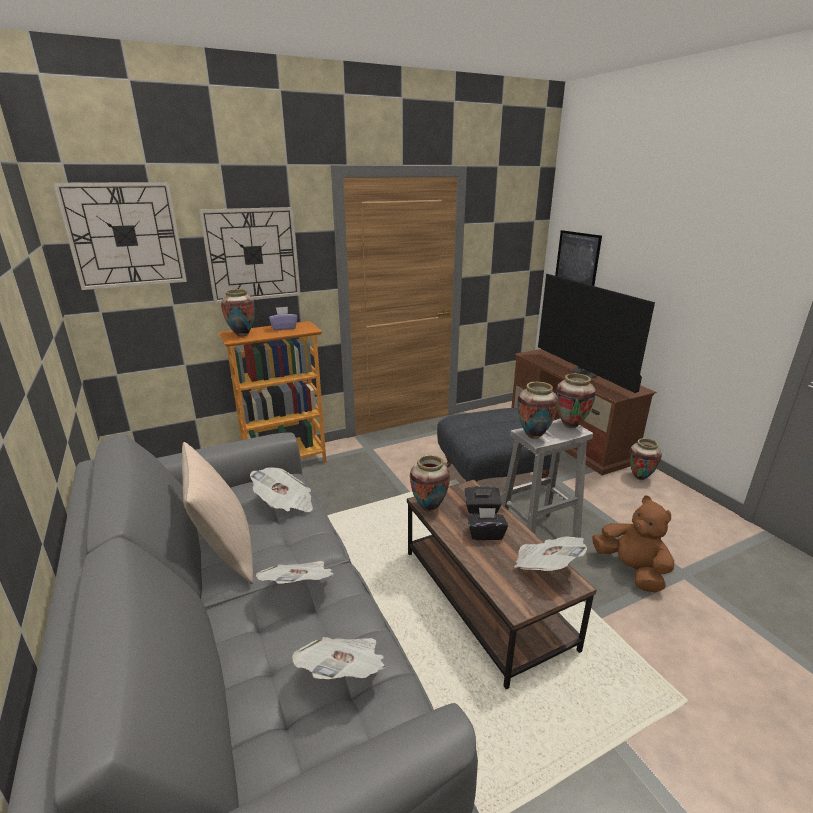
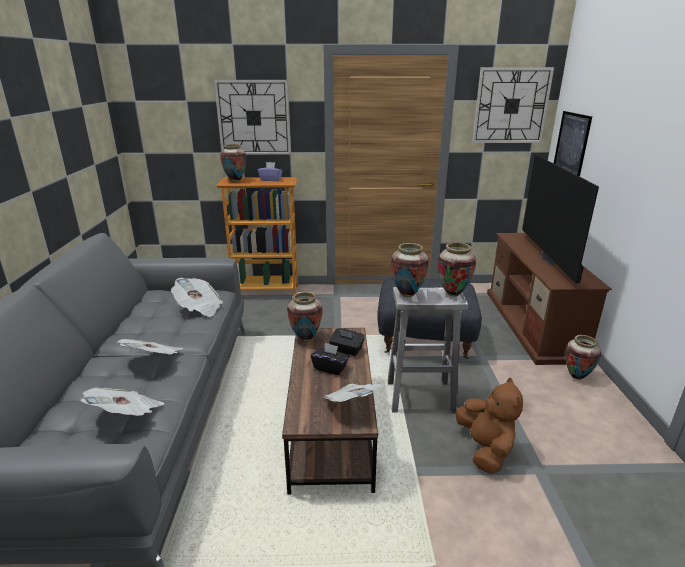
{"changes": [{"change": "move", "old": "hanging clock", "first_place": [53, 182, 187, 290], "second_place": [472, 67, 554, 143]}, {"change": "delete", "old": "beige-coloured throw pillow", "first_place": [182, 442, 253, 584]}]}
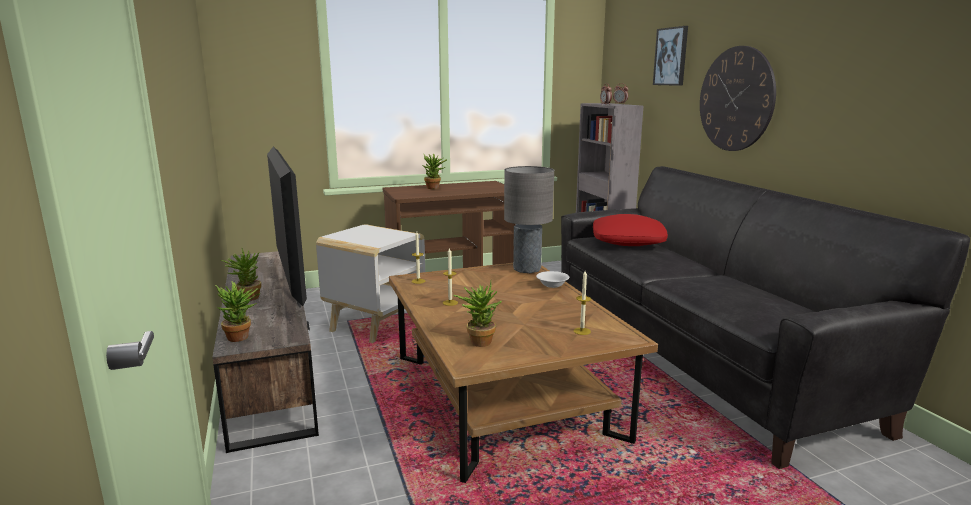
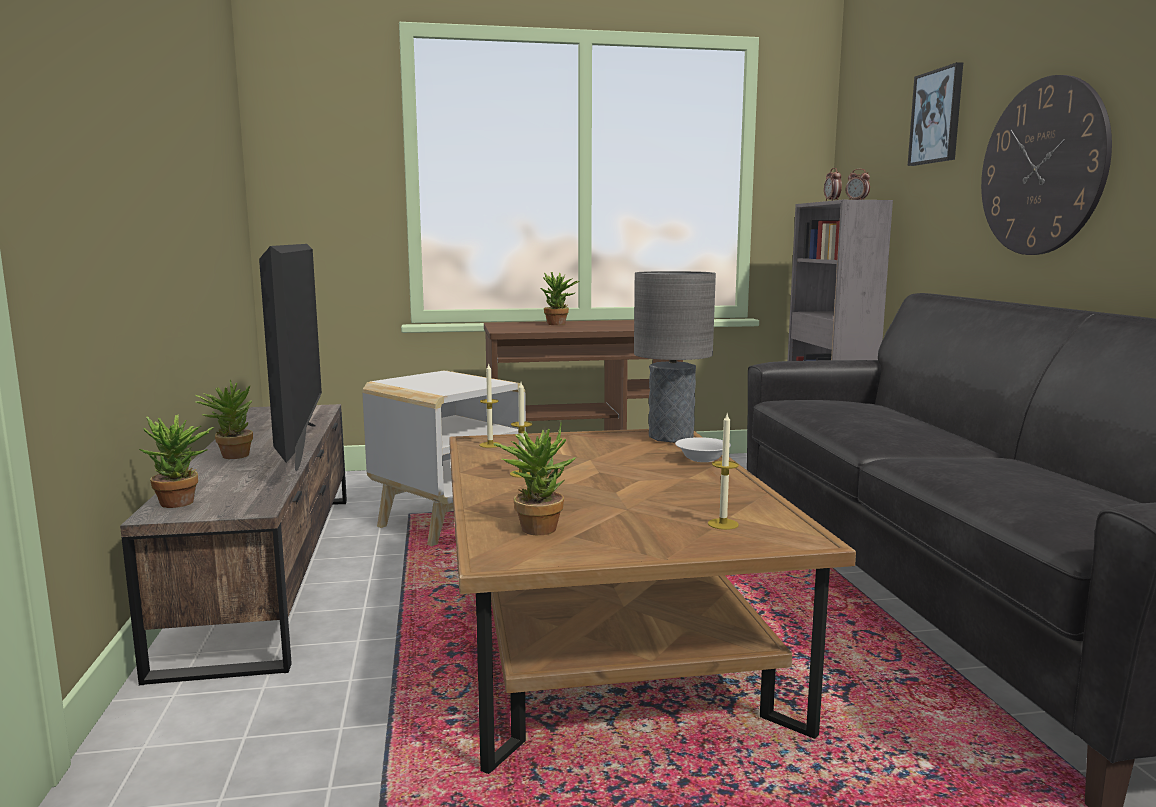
{"changes": [{"change": "delete", "old": "red-coloured throw pillow", "first_place": [593, 214, 668, 246]}]}
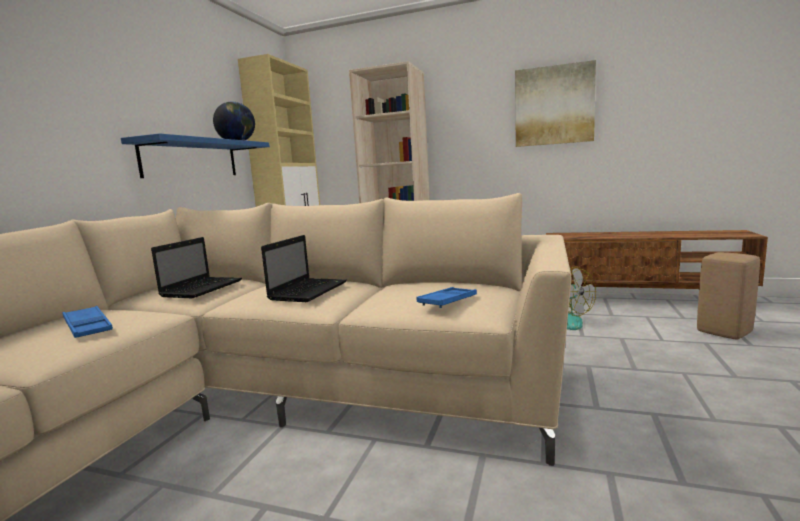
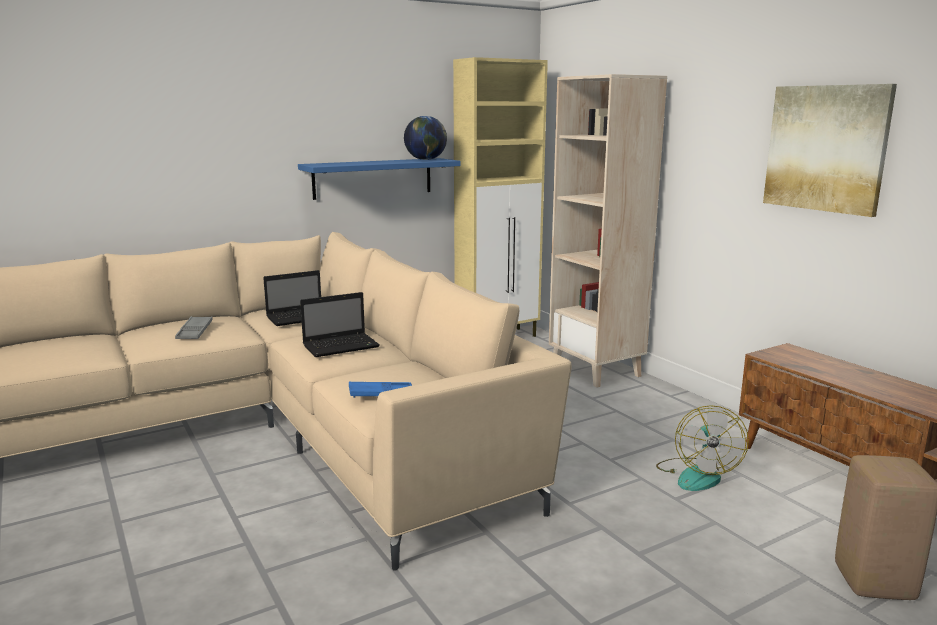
{"changes": [{"change": "recolor", "old": "blue-coloured serving tray", "new": "gray serving tray", "first_place": [63, 306, 113, 338], "second_place": [175, 316, 213, 339]}]}
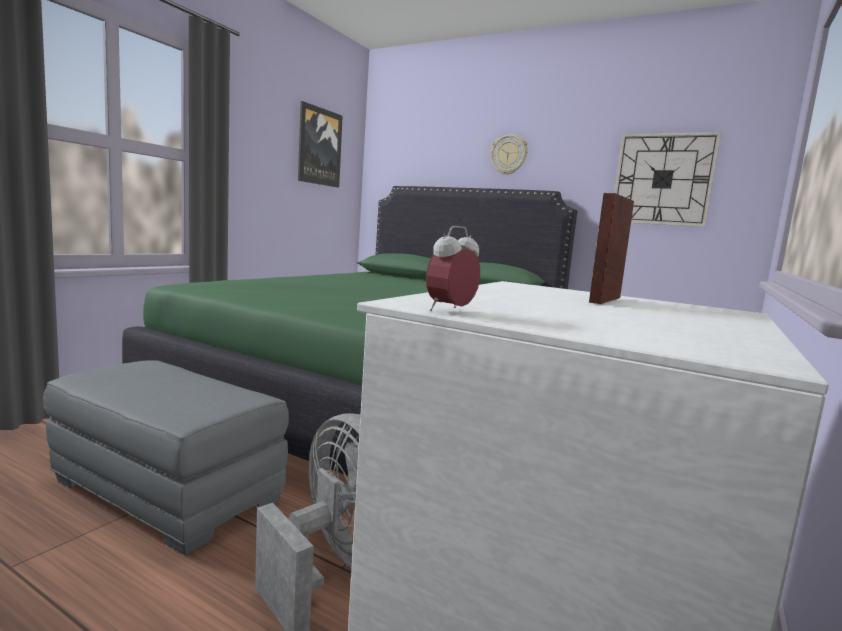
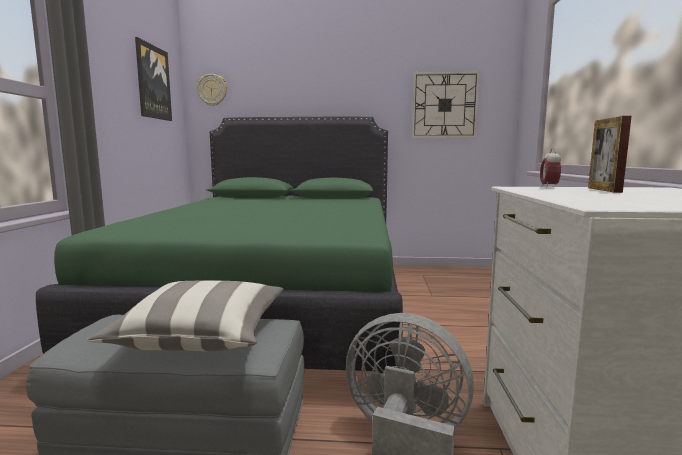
{"changes": [{"change": "move", "old": "hanging clock", "first_place": [491, 135, 528, 175], "second_place": [197, 74, 227, 106]}, {"change": "move", "old": "alarm clock", "first_place": [426, 226, 480, 311], "second_place": [540, 148, 561, 188]}, {"change": "insert", "new": "throw pillow", "second_place": [87, 281, 284, 351]}]}
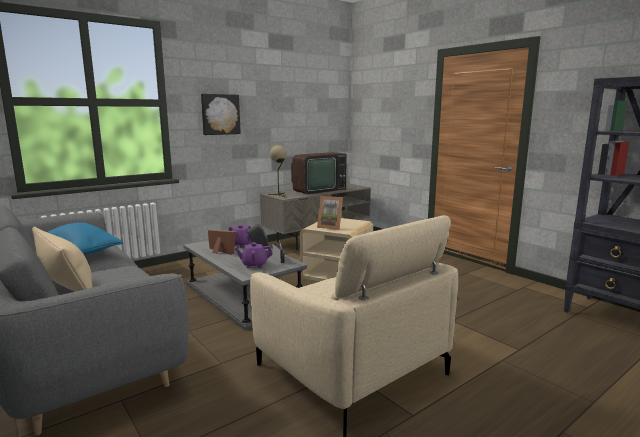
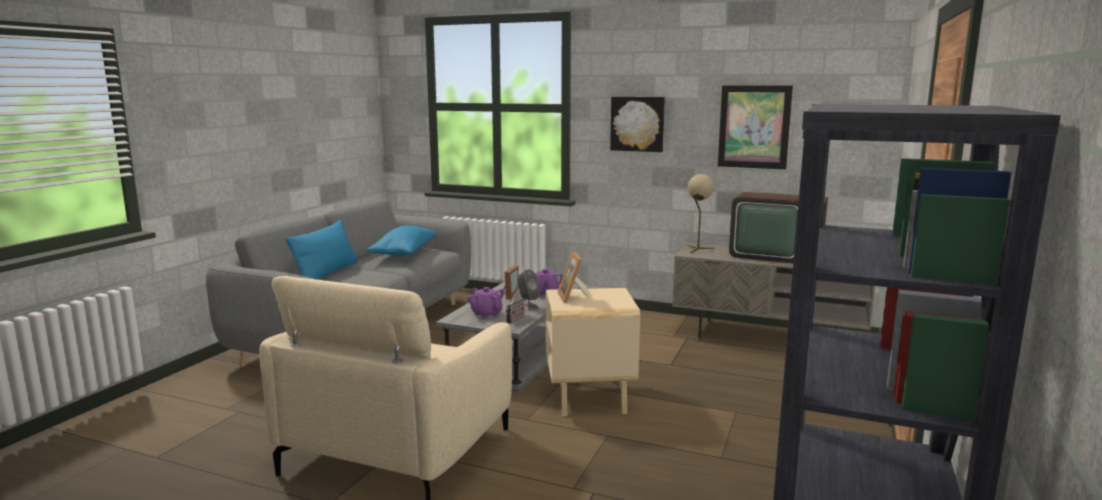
{"changes": [{"change": "recolor", "old": "beige-coloured throw pillow", "new": "blue-coloured throw pillow", "first_place": [32, 227, 93, 292], "second_place": [286, 220, 358, 280]}, {"change": "insert", "new": "picture", "second_place": [718, 85, 793, 169]}]}
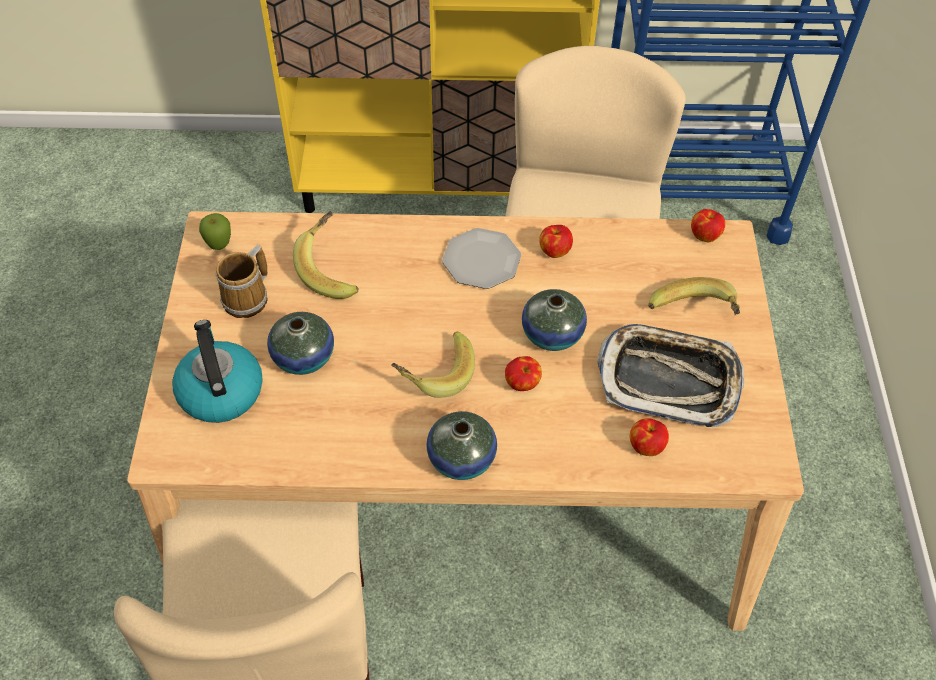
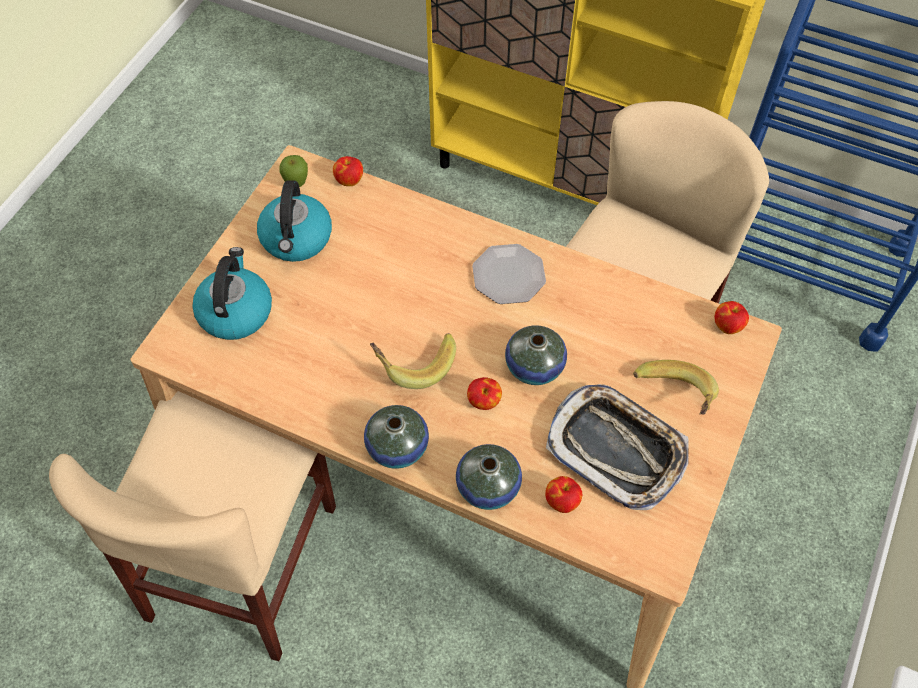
{"changes": [{"change": "delete", "old": "banana", "first_place": [293, 211, 359, 299]}, {"change": "move", "old": "apple fruit", "first_place": [539, 225, 573, 258], "second_place": [333, 156, 363, 186]}, {"change": "replace", "old": "mug", "new": "tea kettle", "first_place": [216, 245, 268, 318], "second_place": [257, 180, 332, 262]}, {"change": "move", "old": "flower vase", "first_place": [267, 312, 334, 375], "second_place": [456, 444, 522, 510]}]}
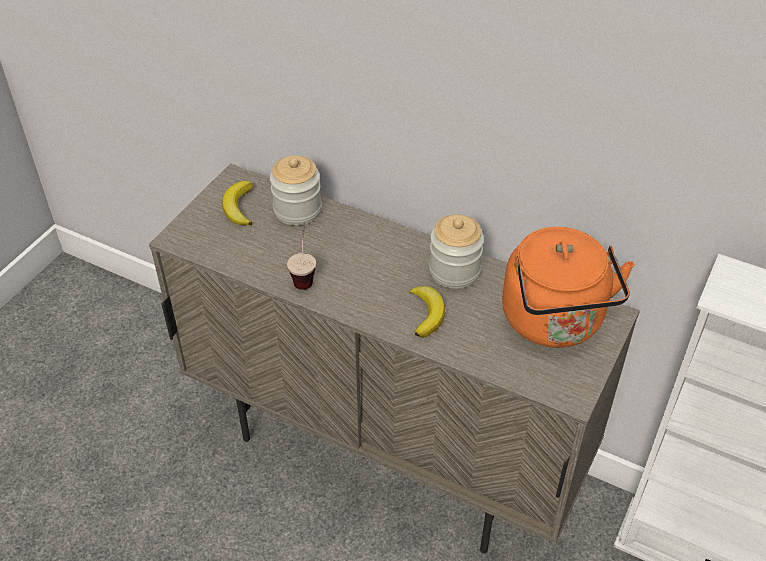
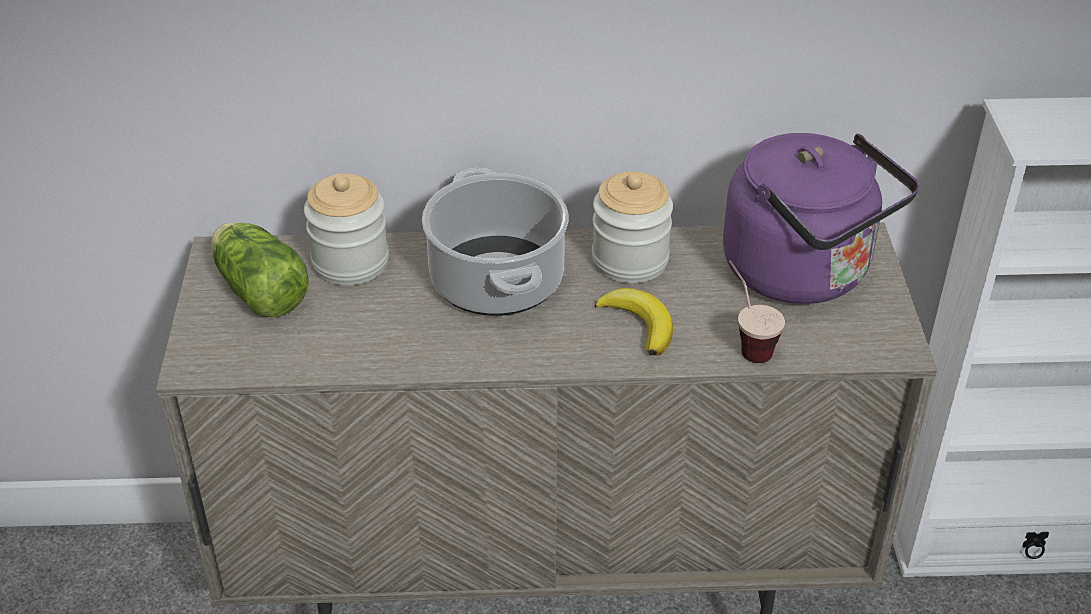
{"changes": [{"change": "replace", "old": "banana", "new": "lettuce head", "first_place": [222, 181, 253, 226], "second_place": [211, 222, 309, 317]}, {"change": "move", "old": "small cup", "first_place": [287, 222, 316, 290], "second_place": [729, 260, 785, 363]}, {"change": "recolor", "old": "orangey tea kettle", "new": "purple tea kettle", "first_place": [502, 227, 635, 348], "second_place": [723, 133, 919, 304]}, {"change": "insert", "new": "saucepot", "second_place": [422, 168, 568, 316]}]}
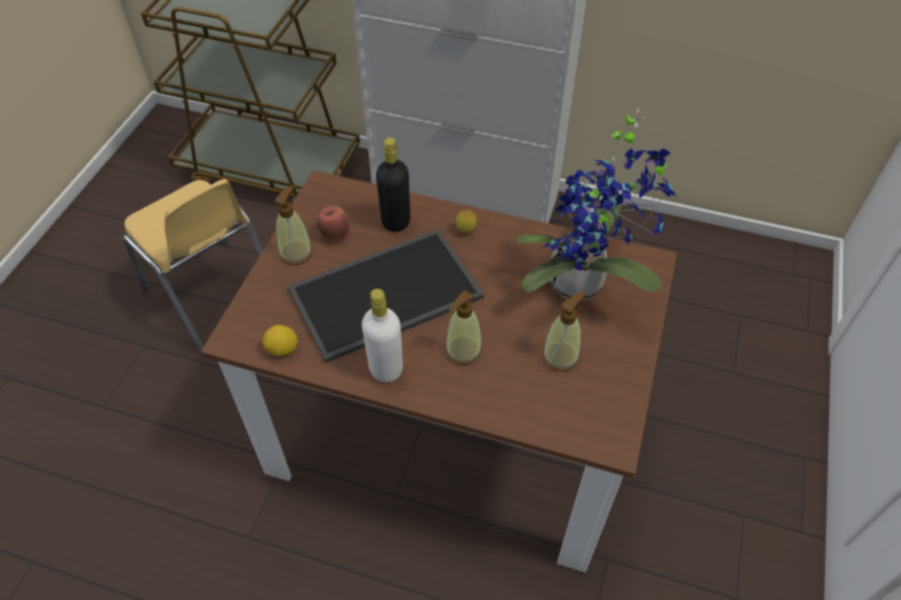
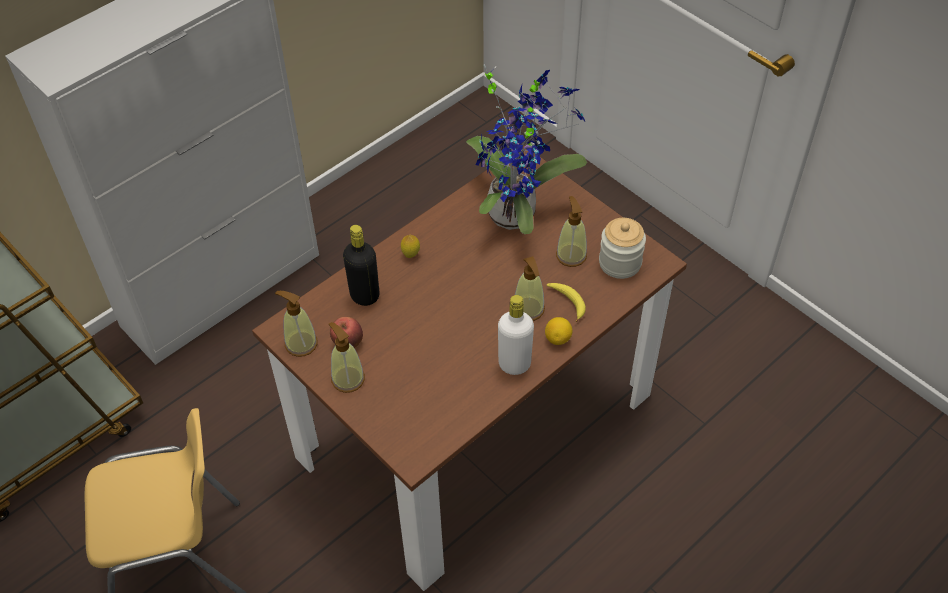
{"changes": [{"change": "delete", "old": "serving tray", "first_place": [287, 229, 484, 363]}, {"change": "move", "old": "citrus fruit", "first_place": [263, 325, 298, 356], "second_place": [545, 317, 572, 345]}, {"change": "insert", "new": "storage jar", "second_place": [599, 218, 646, 279]}, {"change": "insert", "new": "banana", "second_place": [547, 283, 586, 322]}, {"change": "insert", "new": "soap bottle", "second_place": [275, 291, 318, 357]}]}
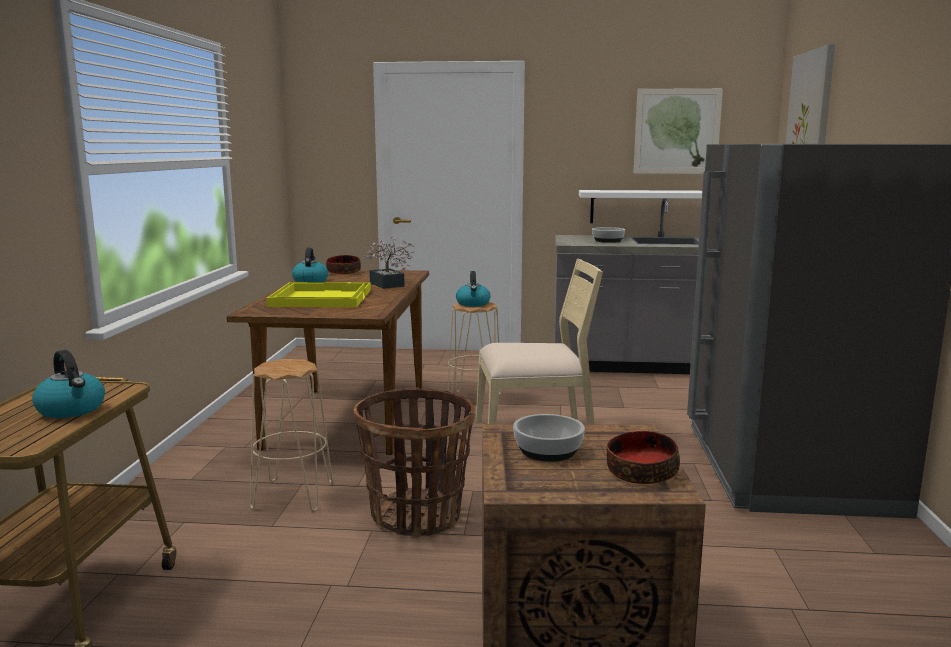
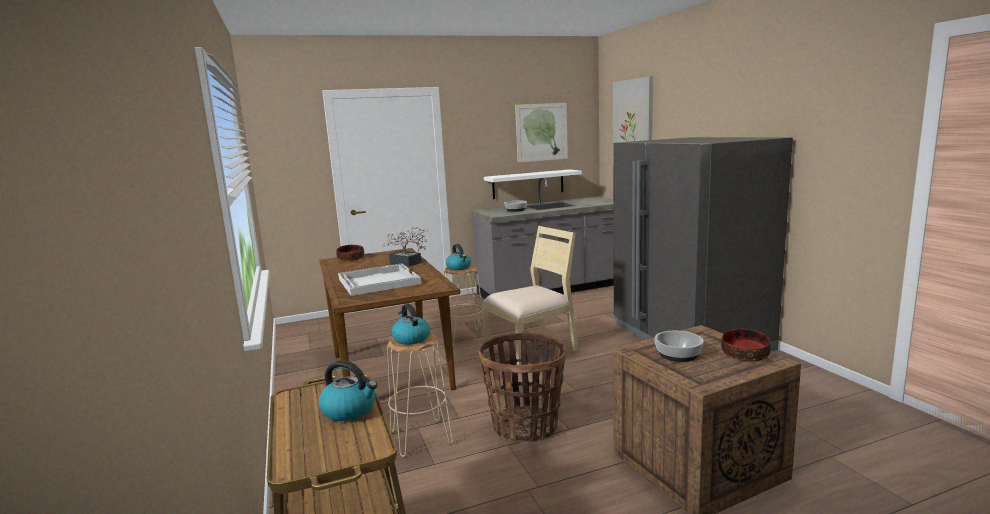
{"changes": [{"change": "move", "old": "tea kettle", "first_place": [292, 248, 328, 282], "second_place": [392, 304, 430, 345]}, {"change": "recolor", "old": "yellowish serving tray", "new": "white serving tray", "first_place": [266, 282, 371, 307], "second_place": [338, 264, 421, 296]}]}
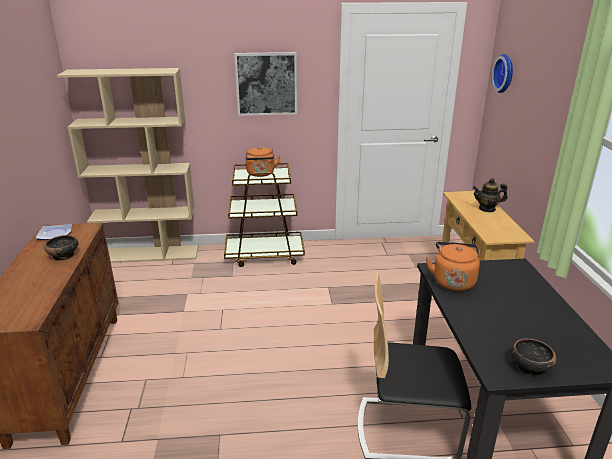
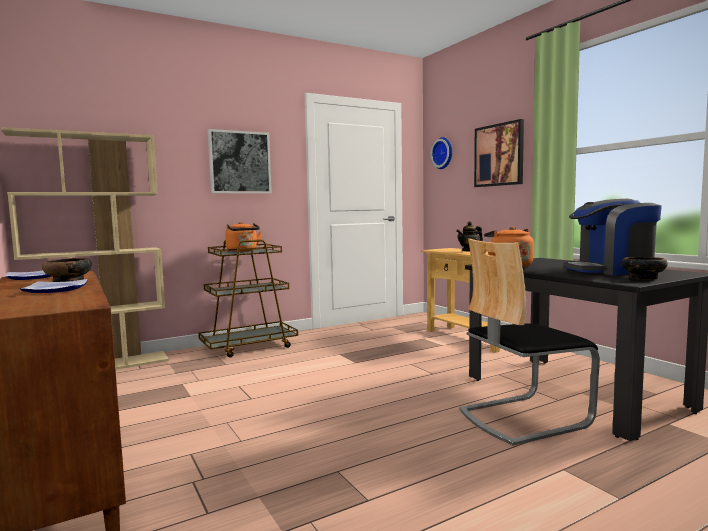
{"changes": [{"change": "insert", "new": "picture", "second_place": [474, 119, 524, 187]}, {"change": "insert", "new": "coffee machine", "second_place": [563, 199, 662, 275]}, {"change": "insert", "new": "plate", "second_place": [20, 279, 88, 293]}]}
